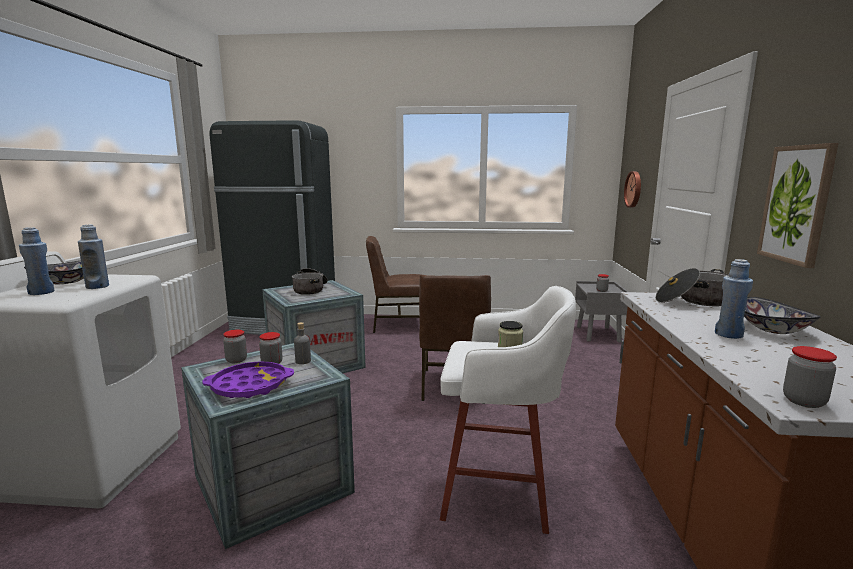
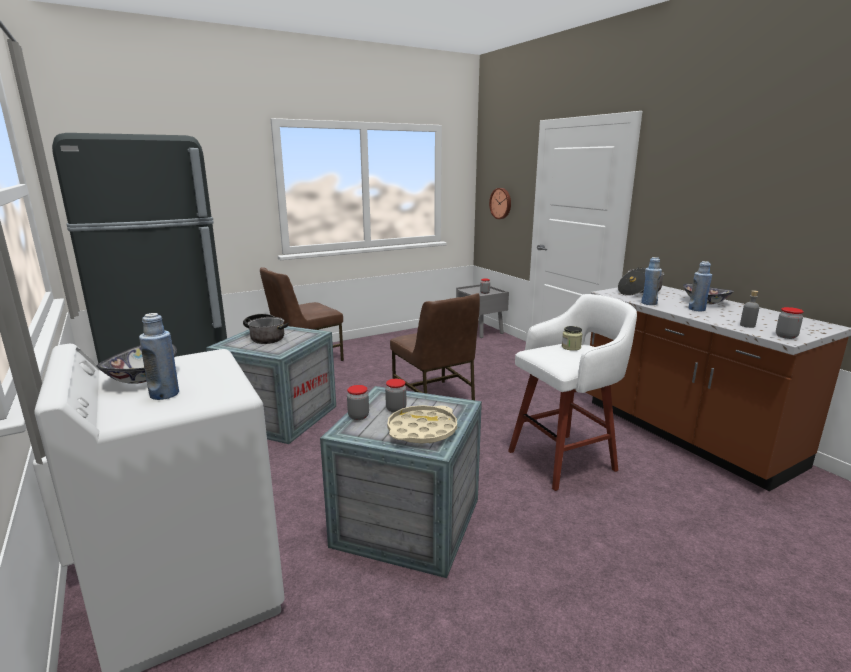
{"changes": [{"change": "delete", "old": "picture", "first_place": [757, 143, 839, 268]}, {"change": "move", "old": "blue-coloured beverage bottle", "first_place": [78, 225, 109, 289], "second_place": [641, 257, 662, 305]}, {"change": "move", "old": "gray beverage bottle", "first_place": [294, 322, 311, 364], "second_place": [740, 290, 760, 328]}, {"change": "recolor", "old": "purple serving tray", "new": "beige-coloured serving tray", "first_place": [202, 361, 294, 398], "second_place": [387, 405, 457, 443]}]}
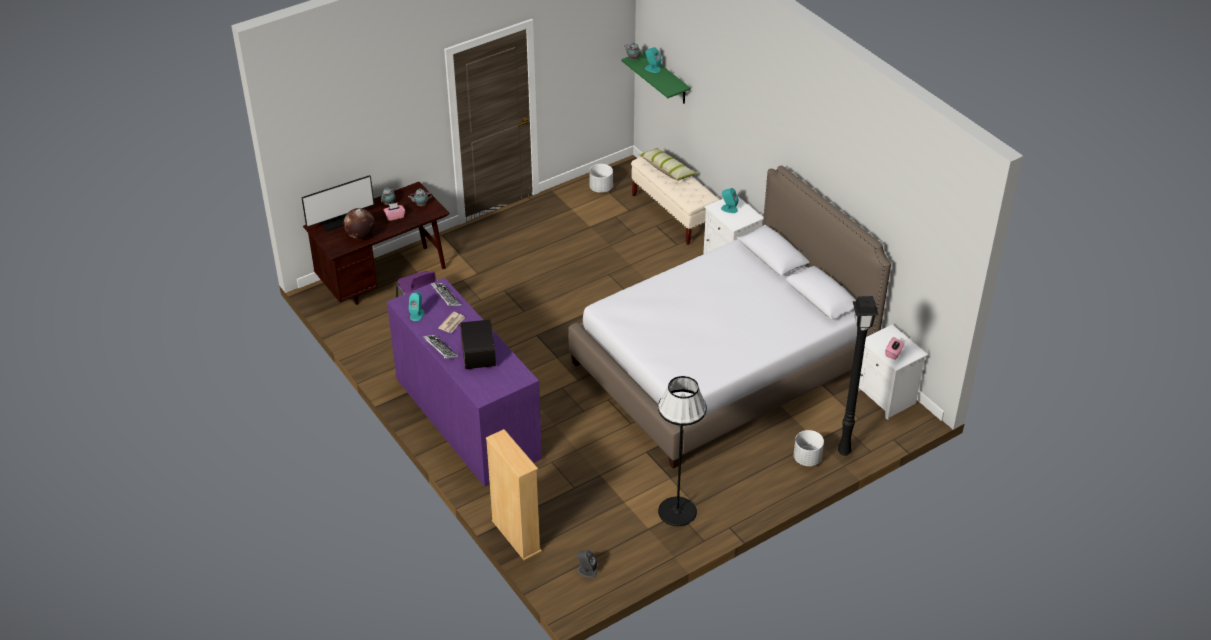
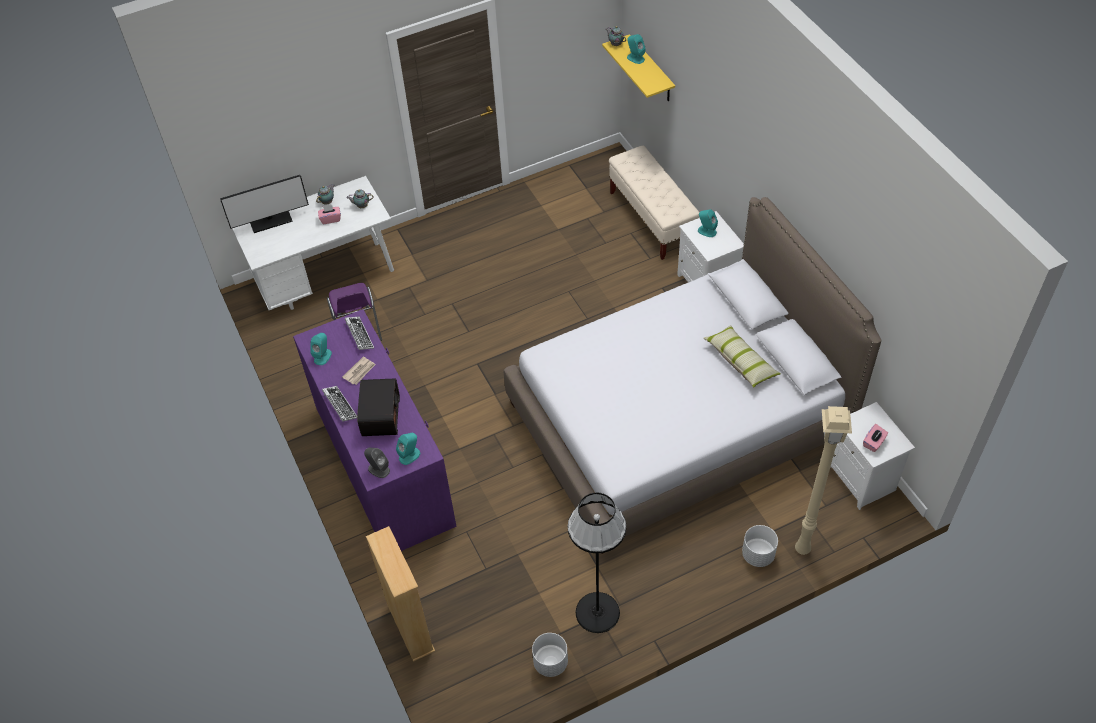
{"changes": [{"change": "recolor", "old": "greenish bracket shelf", "new": "yellowish bracket shelf", "first_place": [621, 51, 691, 104], "second_place": [602, 34, 675, 101]}, {"change": "move", "old": "throw pillow", "first_place": [637, 148, 697, 181], "second_place": [703, 325, 781, 388]}, {"change": "move", "old": "white planter", "first_place": [589, 164, 613, 193], "second_place": [532, 633, 568, 677]}, {"change": "recolor", "old": "brown-coloured desk unit", "new": "white desk unit", "first_place": [303, 182, 450, 305], "second_place": [232, 176, 394, 310]}, {"change": "delete", "old": "world globe", "first_place": [344, 208, 375, 239]}, {"change": "recolor", "old": "black standing lamp", "new": "beige-coloured standing lamp", "first_place": [838, 296, 879, 456], "second_place": [795, 406, 852, 555]}, {"change": "move", "old": "gray loudspeaker", "first_place": [577, 550, 597, 578], "second_place": [364, 448, 390, 478]}, {"change": "insert", "new": "blue-green loudspeaker", "second_place": [396, 433, 420, 465]}]}
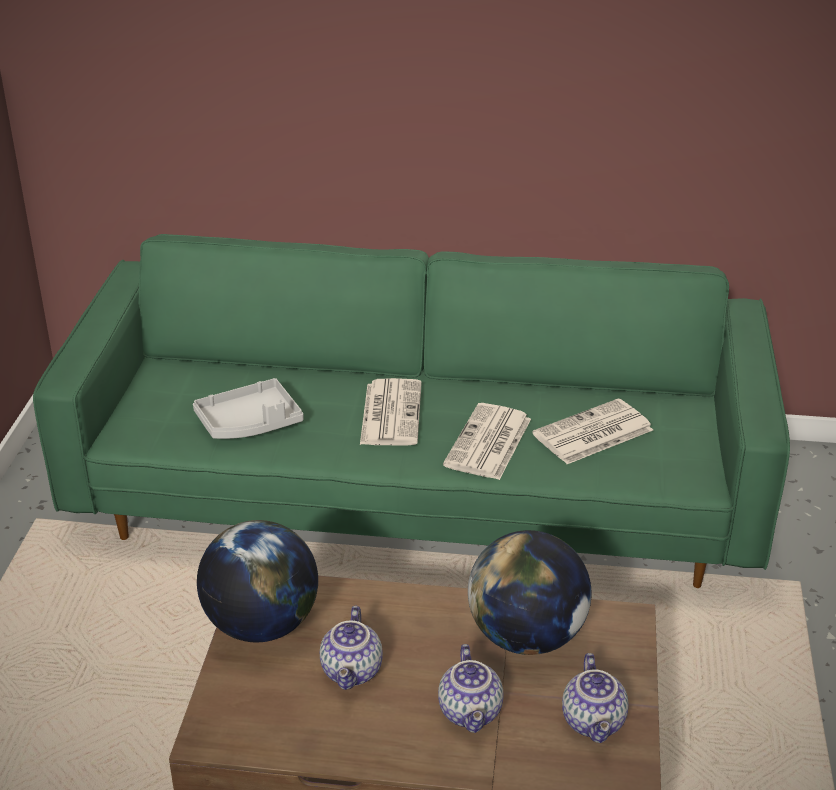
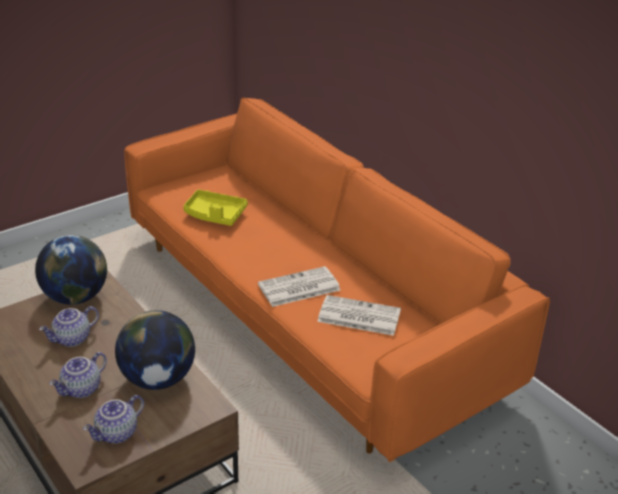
{"changes": [{"change": "recolor", "old": "greenish couch", "new": "orangey couch", "first_place": [33, 234, 790, 588], "second_place": [124, 98, 550, 462]}, {"change": "recolor", "old": "gray serving tray", "new": "yellowish serving tray", "first_place": [193, 378, 303, 439], "second_place": [183, 189, 248, 226]}, {"change": "delete", "old": "daily paper", "first_place": [360, 378, 422, 446]}]}
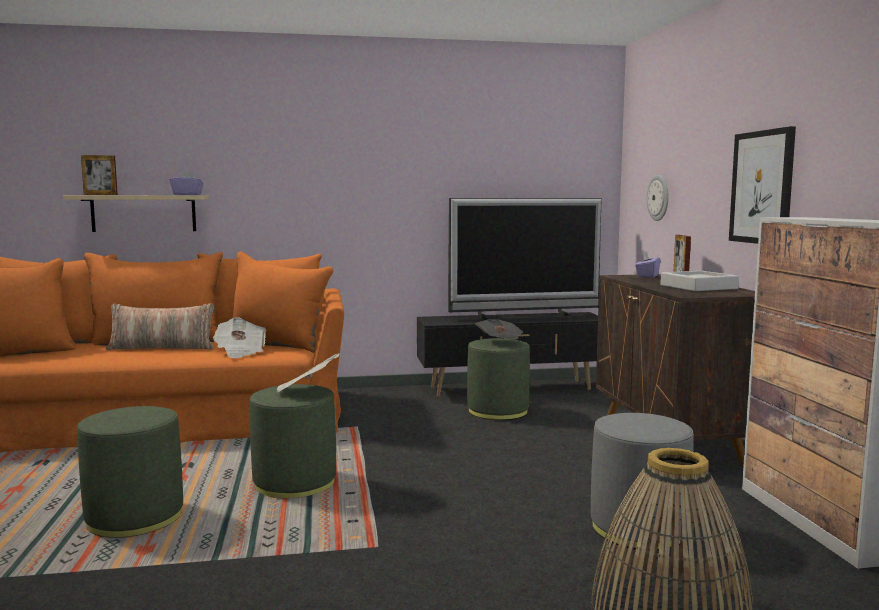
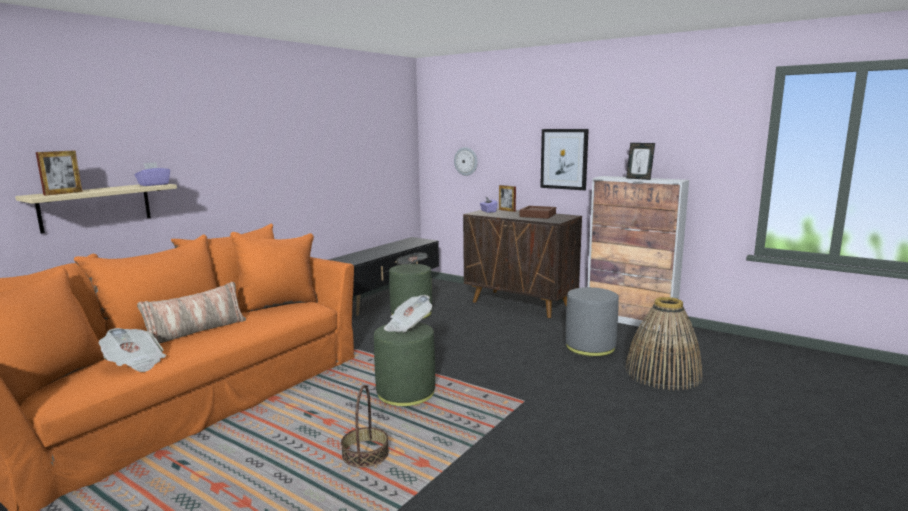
{"changes": [{"change": "delete", "old": "TV set", "first_place": [448, 198, 602, 322]}, {"change": "recolor", "old": "gray serving tray", "new": "brown-coloured serving tray", "first_place": [660, 271, 739, 291], "second_place": [520, 206, 556, 219]}, {"change": "move", "old": "daily paper", "first_place": [213, 317, 266, 358], "second_place": [99, 328, 166, 372]}, {"change": "replace", "old": "greenish ottoman", "new": "basket", "first_place": [77, 406, 183, 538], "second_place": [341, 385, 389, 468]}, {"change": "insert", "new": "picture frame", "second_place": [626, 143, 655, 180]}]}
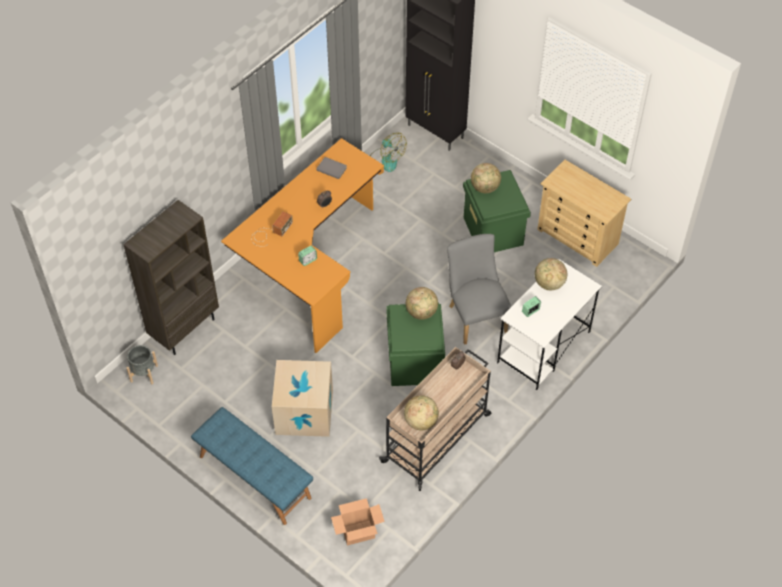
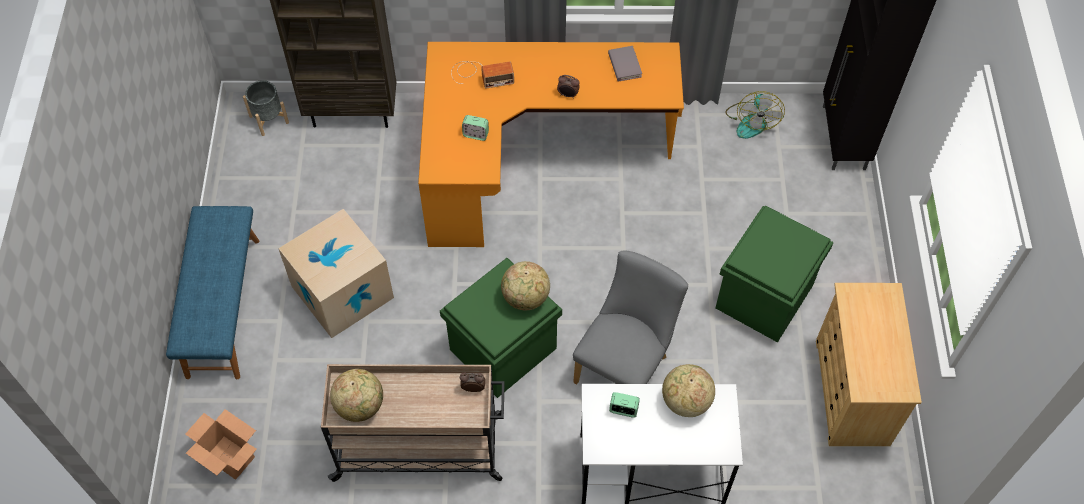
{"changes": [{"change": "delete", "old": "world globe", "first_place": [471, 163, 501, 193]}]}
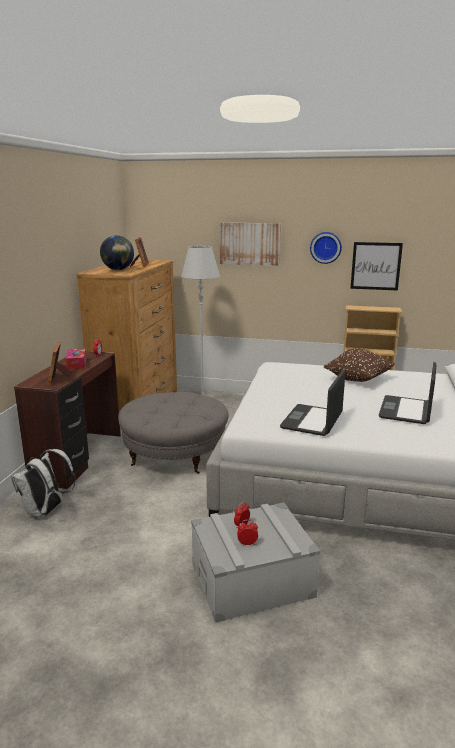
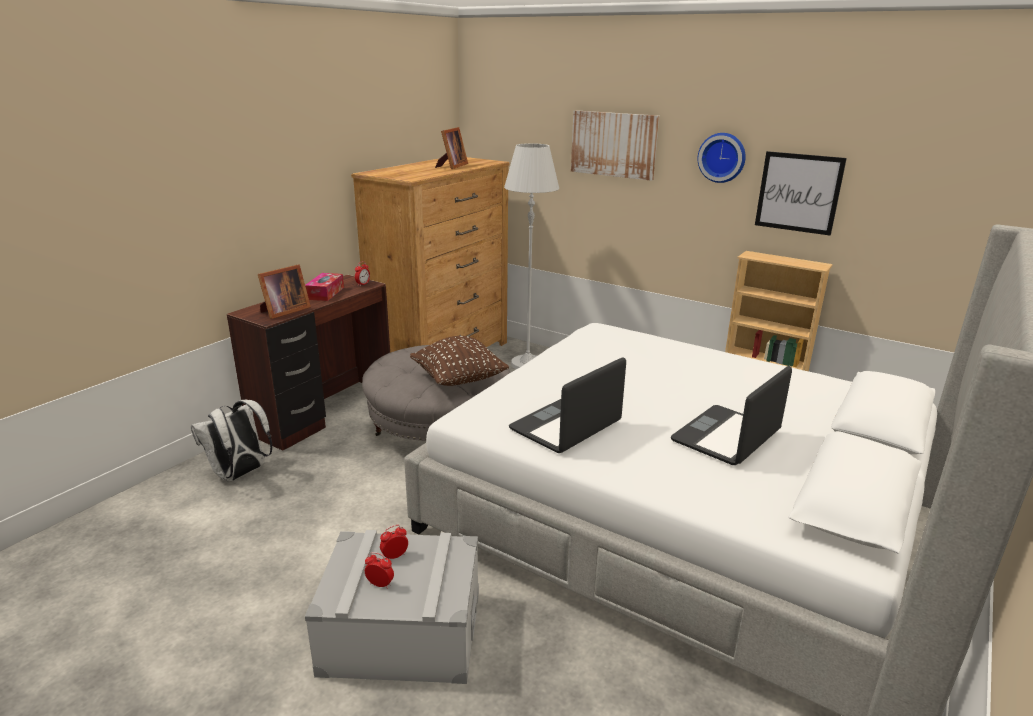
{"changes": [{"change": "delete", "old": "world globe", "first_place": [100, 236, 134, 270]}, {"change": "rotate", "old": "picture frame", "first_place": [47, 342, 72, 386], "second_place": [258, 264, 311, 319], "degrees": -150}, {"change": "move", "old": "brown-coloured throw pillow", "first_place": [324, 348, 395, 382], "second_place": [410, 336, 509, 386]}]}
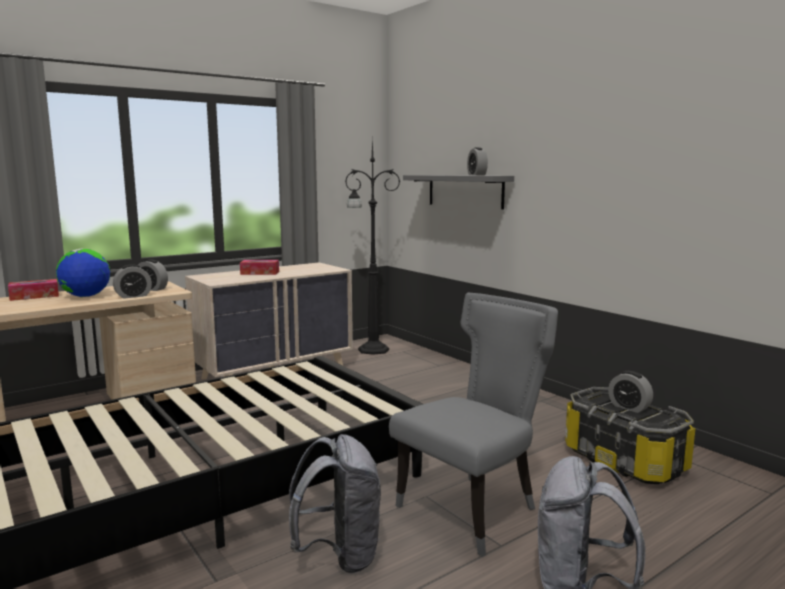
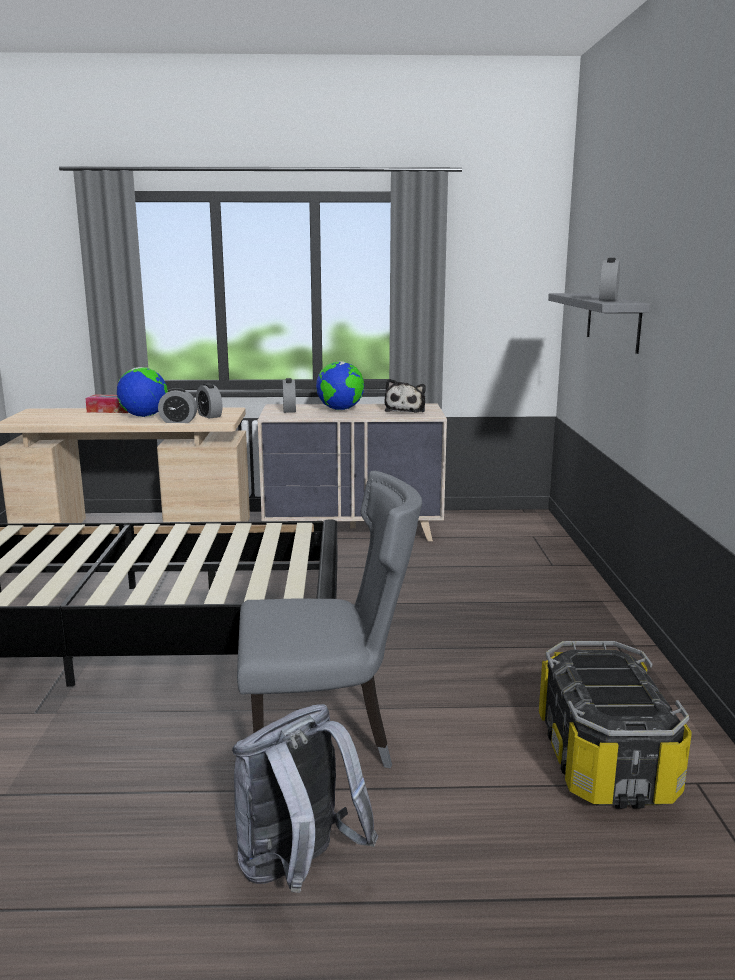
{"changes": [{"change": "delete", "old": "black standing lamp", "first_place": [345, 139, 400, 355]}, {"change": "replace", "old": "box of tissues", "new": "world globe", "first_place": [240, 260, 279, 275], "second_place": [316, 361, 364, 410]}, {"change": "move", "old": "alarm clock", "first_place": [608, 371, 653, 413], "second_place": [283, 378, 296, 413]}, {"change": "delete", "old": "gray knapsack", "first_place": [289, 434, 381, 573]}, {"change": "insert", "new": "plush toy", "second_place": [384, 379, 426, 412]}]}
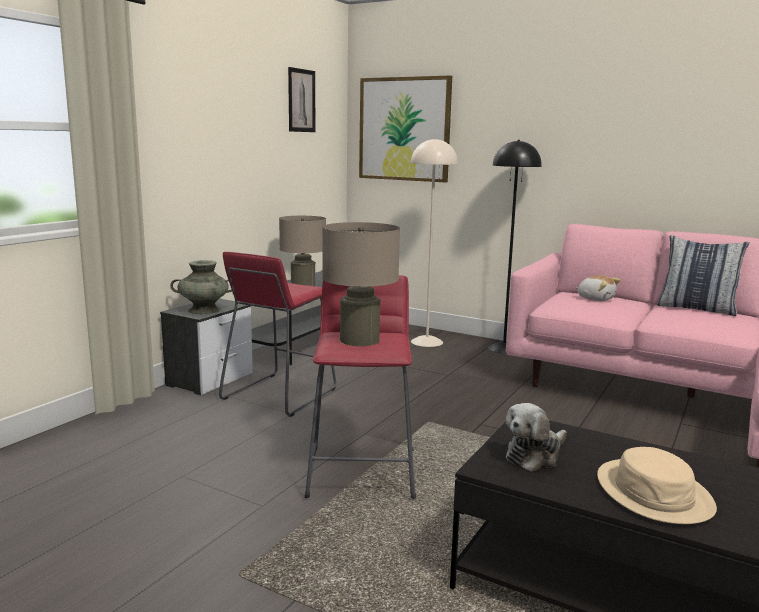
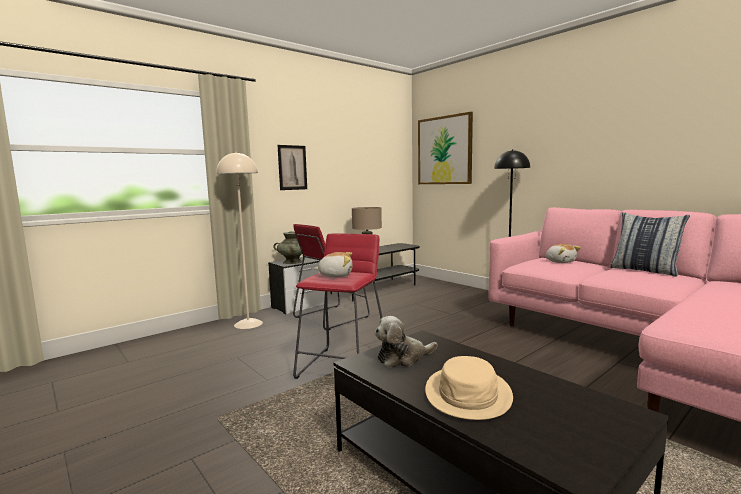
{"changes": [{"change": "move", "old": "picture", "first_place": [288, 67, 315, 132], "second_place": [278, 145, 307, 190]}, {"change": "move", "old": "beige-coloured standing lamp", "first_place": [411, 138, 458, 347], "second_place": [216, 152, 263, 329]}, {"change": "replace", "old": "beige-coloured lamp for a table", "new": "plush toy", "first_place": [322, 222, 400, 346], "second_place": [314, 252, 353, 277]}]}
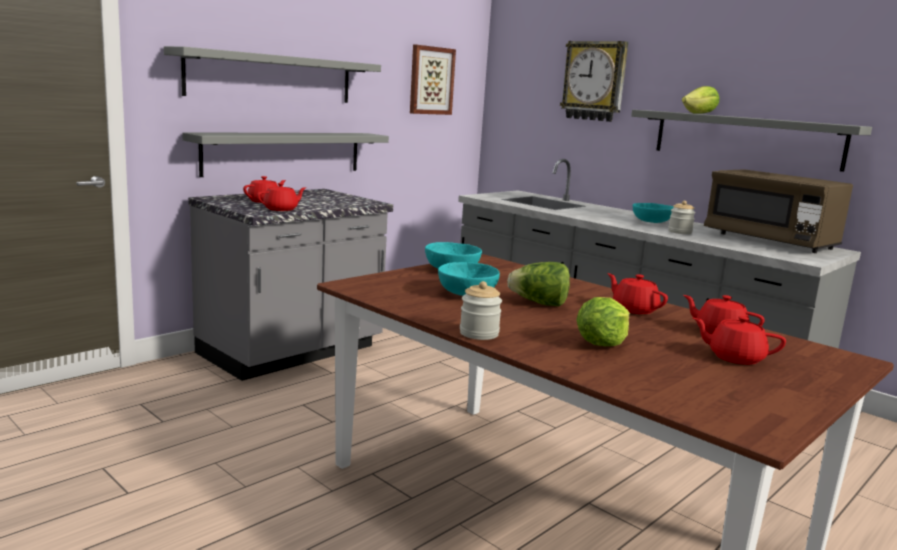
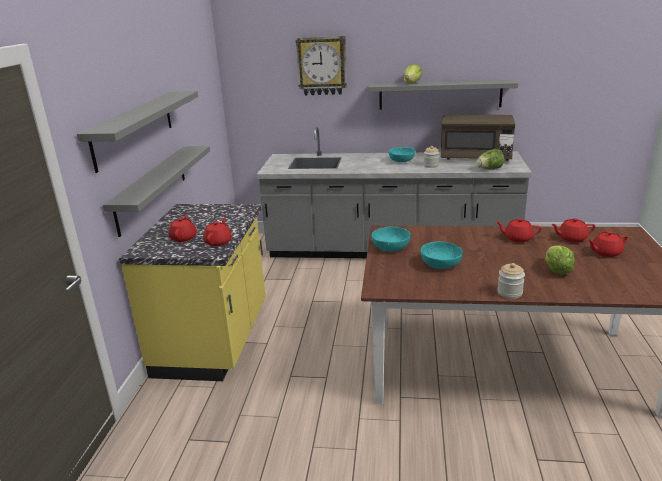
{"changes": [{"change": "delete", "old": "picture", "first_place": [410, 45, 456, 115]}, {"change": "recolor", "old": "gray kitchen base unit", "new": "yellowish kitchen base unit", "first_place": [188, 189, 393, 381], "second_place": [119, 204, 266, 381]}, {"change": "move", "old": "lettuce head", "first_place": [507, 262, 570, 306], "second_place": [476, 149, 504, 170]}]}
